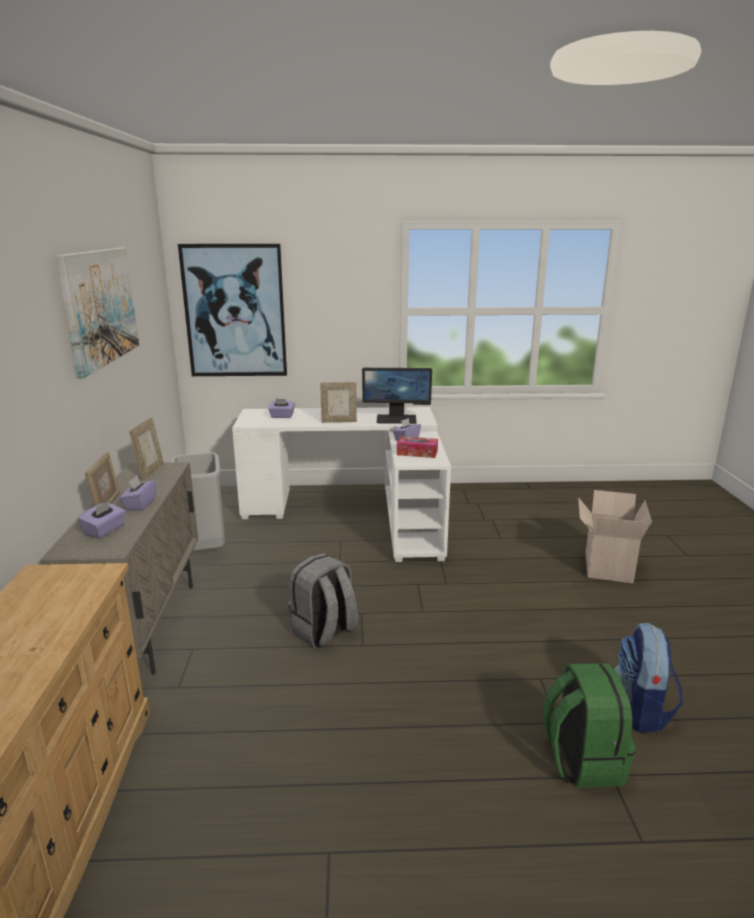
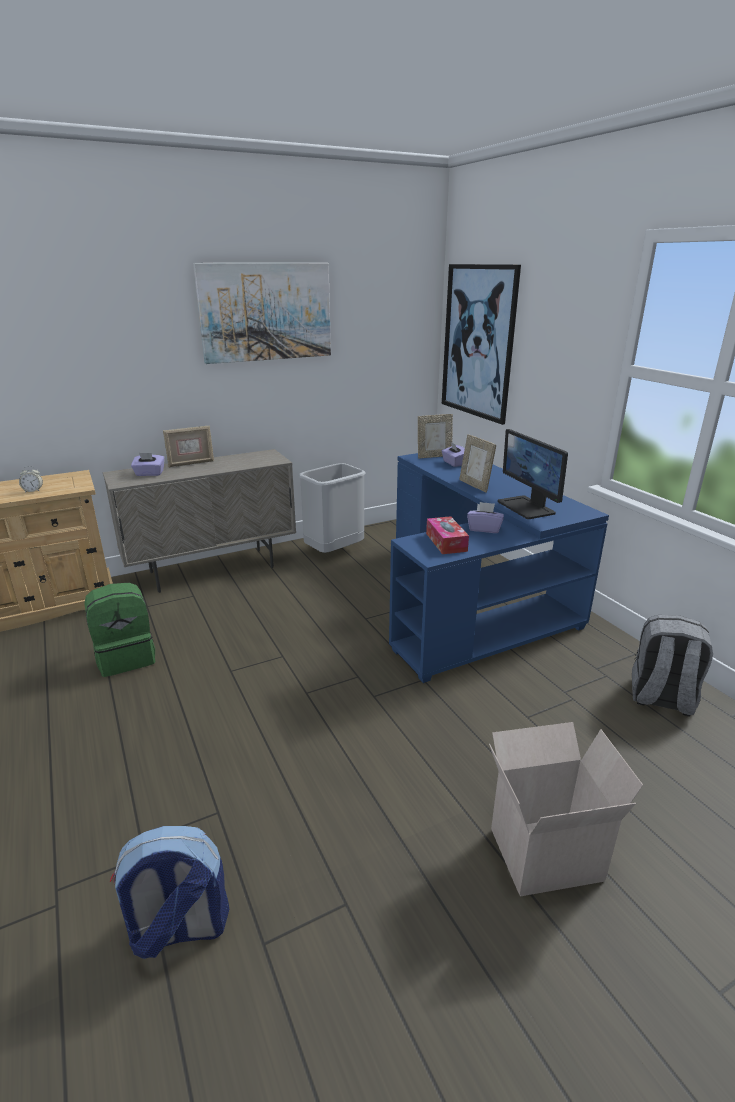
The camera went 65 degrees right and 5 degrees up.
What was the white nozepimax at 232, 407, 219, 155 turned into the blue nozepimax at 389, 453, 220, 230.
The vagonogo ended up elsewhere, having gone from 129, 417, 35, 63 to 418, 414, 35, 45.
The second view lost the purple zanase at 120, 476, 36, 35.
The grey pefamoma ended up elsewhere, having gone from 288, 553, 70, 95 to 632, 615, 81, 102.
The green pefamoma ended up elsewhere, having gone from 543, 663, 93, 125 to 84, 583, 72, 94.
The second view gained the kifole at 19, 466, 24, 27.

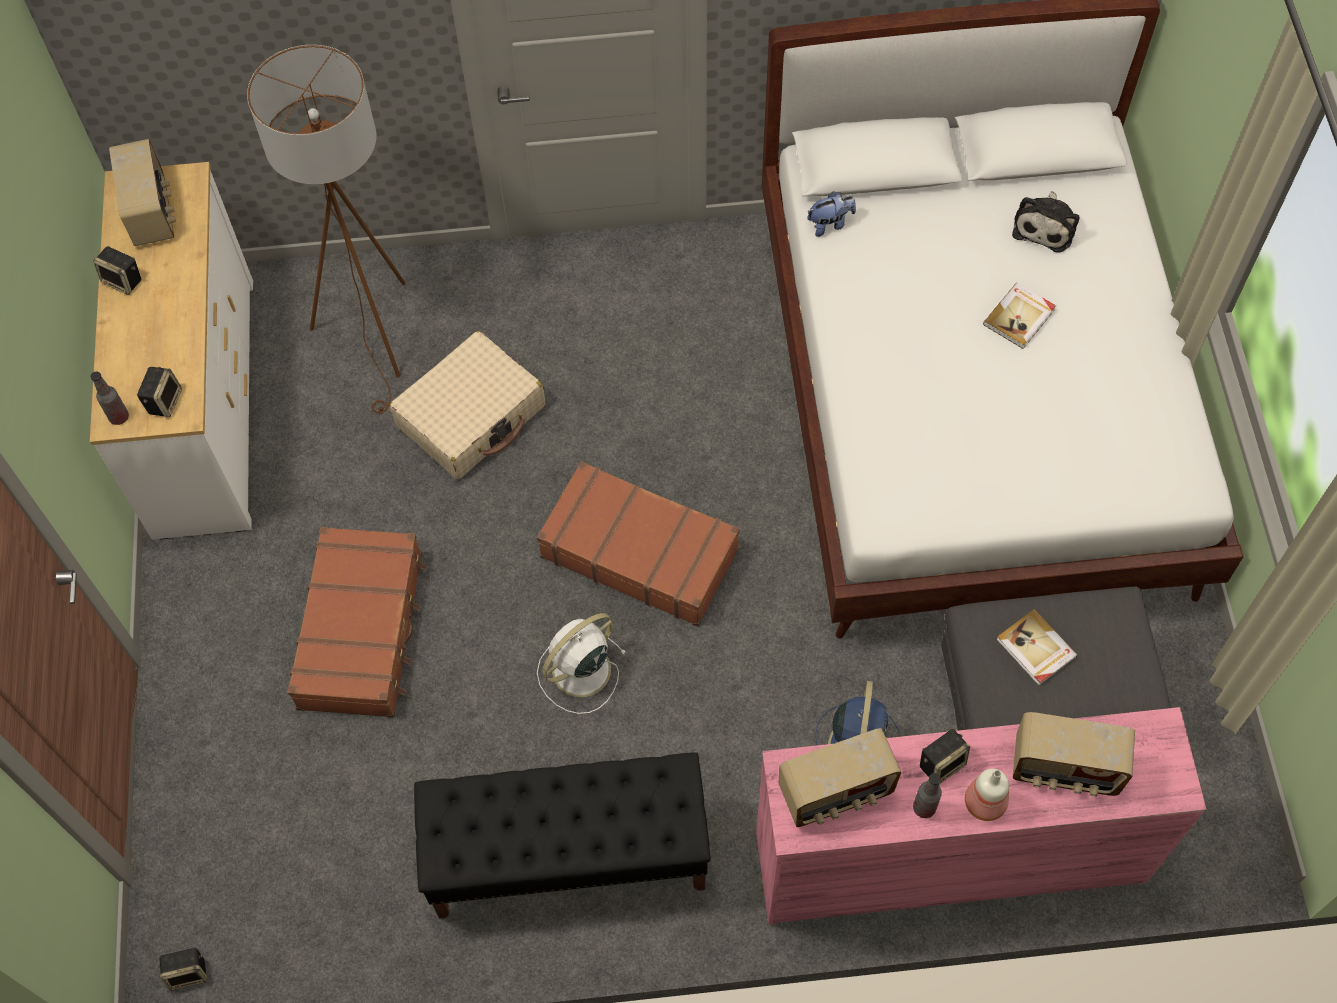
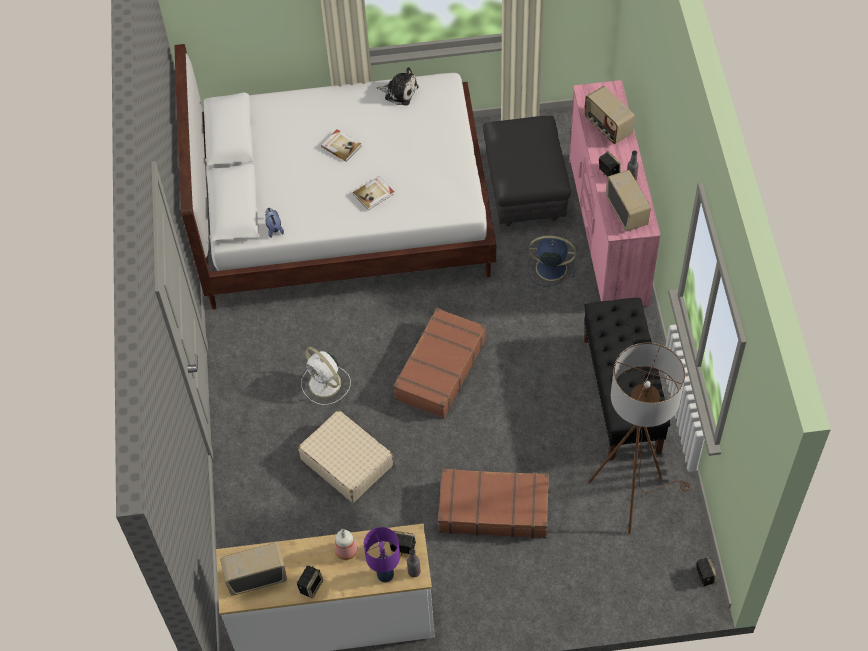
The camera went 90 degrees left and 5 degrees down.
The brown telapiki ended up elsewhere, having gone from 247, 45, 159, 369 to 588, 342, 102, 192.
The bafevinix ended up elsewhere, having gone from 1012, 191, 67, 61 to 376, 67, 42, 38.
The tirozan ended up elsewhere, having gone from 996, 609, 82, 77 to 353, 176, 41, 34.
The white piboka ended up elsewhere, having gone from 537, 613, 90, 101 to 301, 347, 50, 58.
The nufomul at 1012, 712, 123, 85 ended up facing another way, 135 degrees clockwise from before.
The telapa ended up elsewhere, having gone from 965, 769, 44, 52 to 334, 529, 24, 31.
The second view gained the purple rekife at 364, 527, 36, 55.

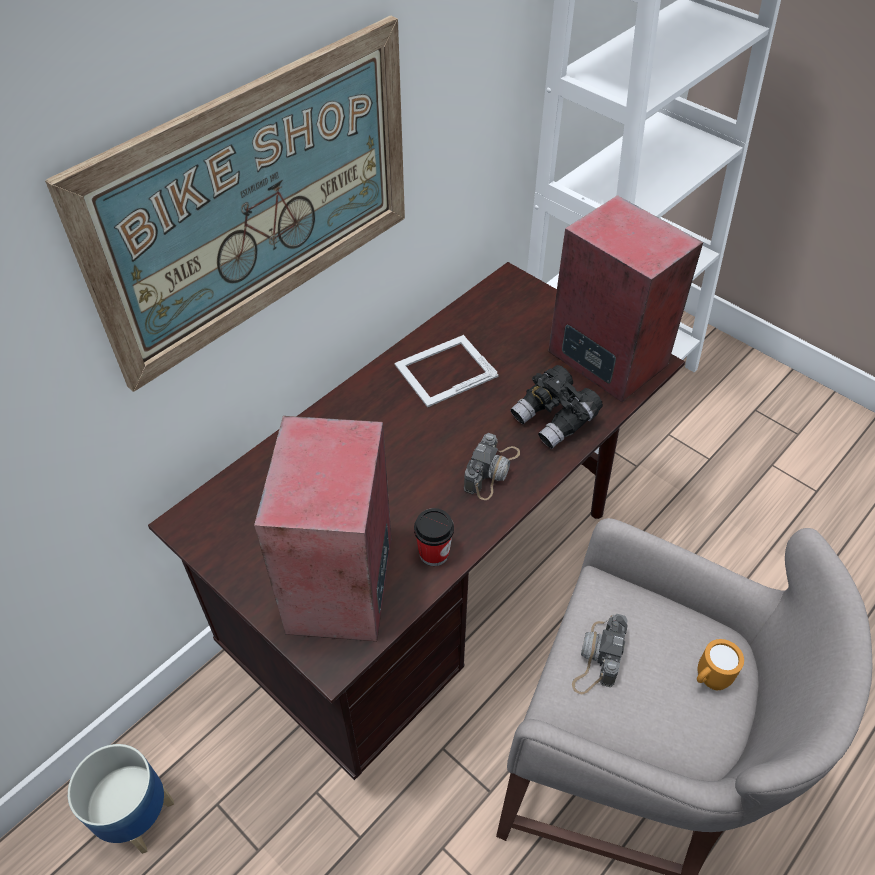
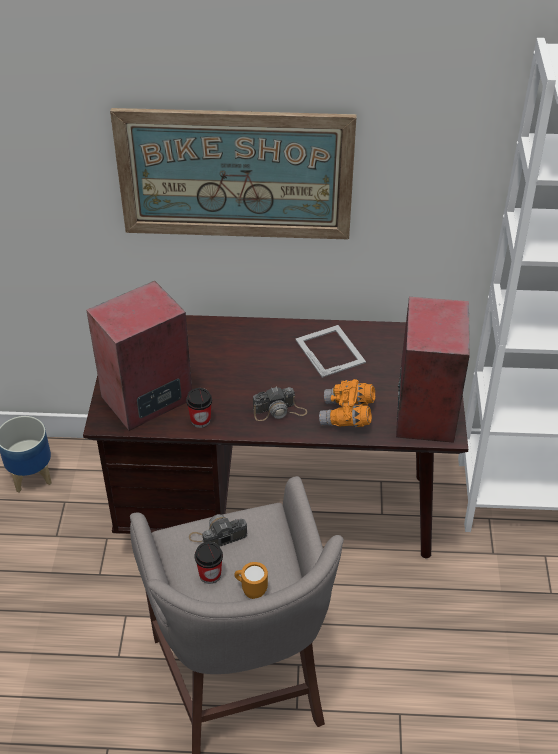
The camera went 50 degrees right and 5 degrees down.
The vagonogo at 394, 335, 105, 72 ended up facing another way, 45 degrees clockwise from before.
What was the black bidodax at 510, 365, 93, 84 turned into the orange bidodax at 319, 379, 56, 48.
The second view gained the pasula at 195, 542, 28, 42.

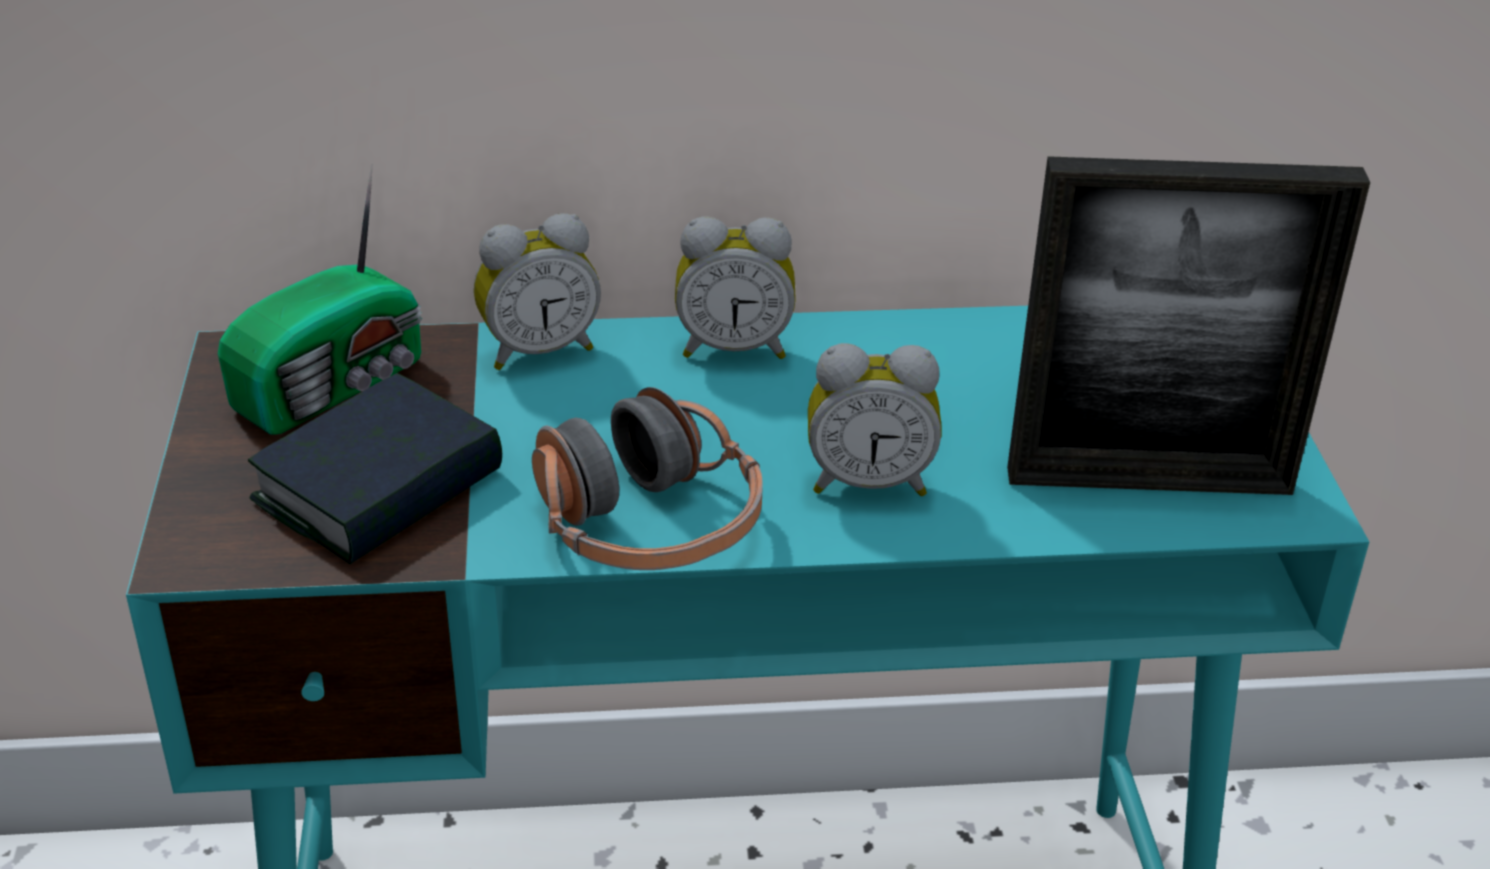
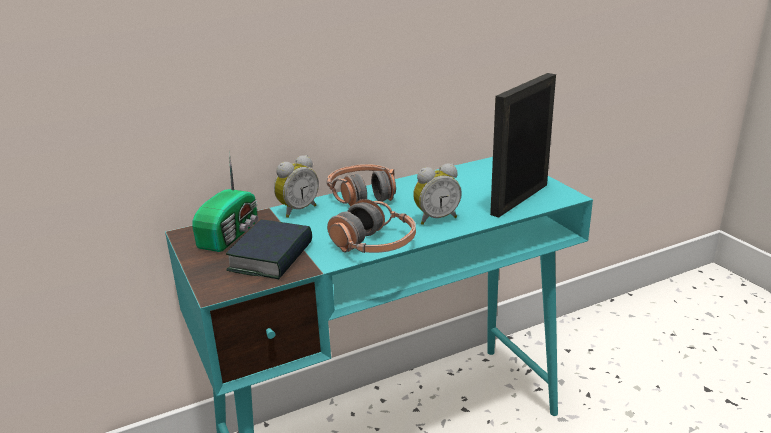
The camera went 20 degrees left and 10 degrees down.
The vagonogo at 1007, 156, 363, 339 ended up facing another way, 150 degrees clockwise from before.
Where the kifole stood at 675, 216, 121, 143, the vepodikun came to stand at 327, 164, 69, 42.

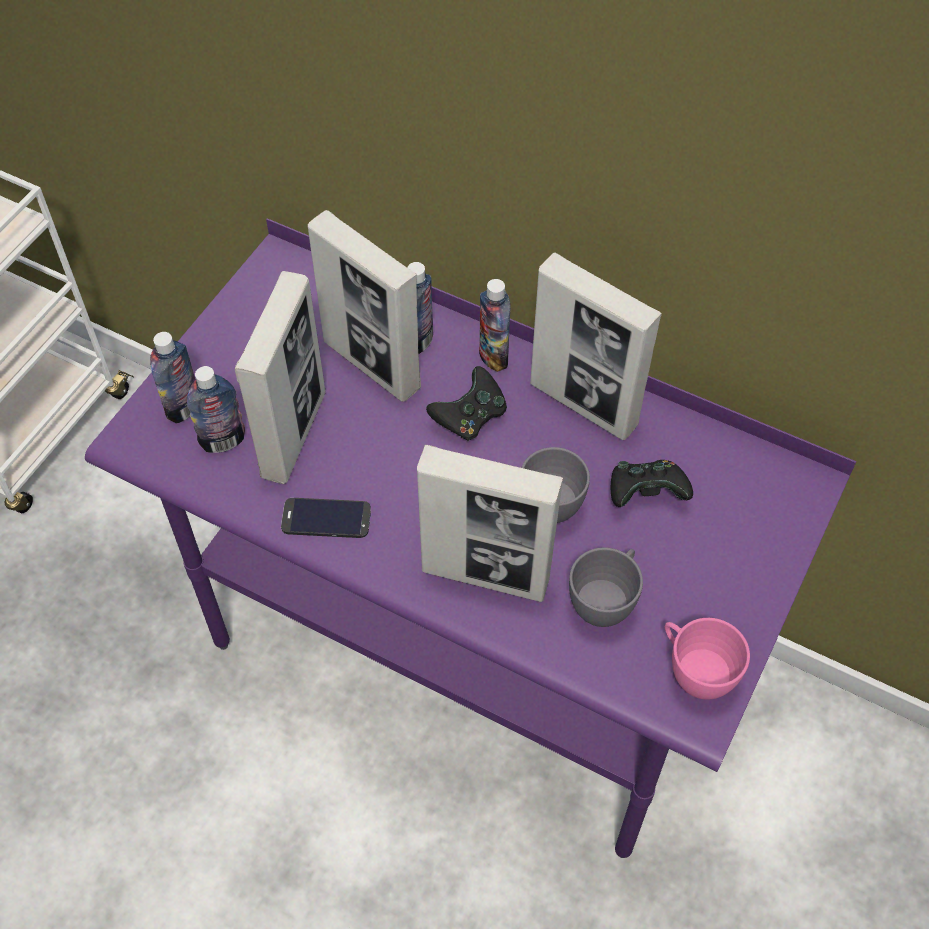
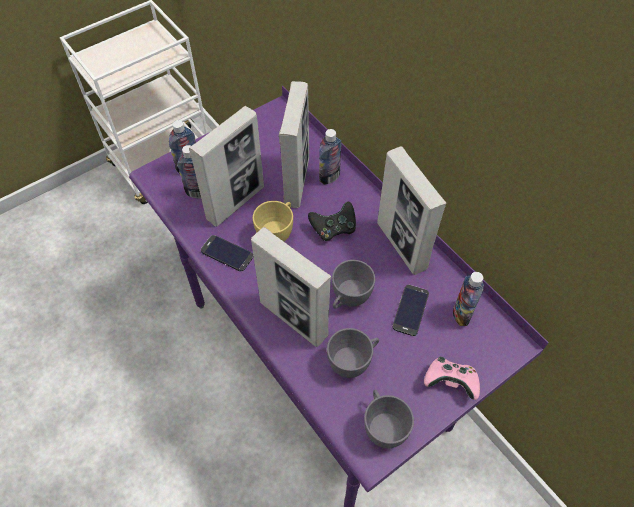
The camera went 25 degrees right and 0 degrees up.
The vagonogo at 308, 210, 113, 192 ended up facing another way, 150 degrees counterclockwise from before.
The telapa ended up elsewhere, having gone from 479, 279, 32, 93 to 453, 272, 31, 54.
Where the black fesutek stood at 611, 460, 82, 47, the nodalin came to stand at 393, 285, 36, 51.
What was the pink pasula at 665, 618, 85, 82 turned into the grey pasula at 364, 390, 50, 58.
The second view gained the yellow pasula at 253, 201, 40, 41.
The second view gained the pink fesutek at 424, 356, 56, 44.

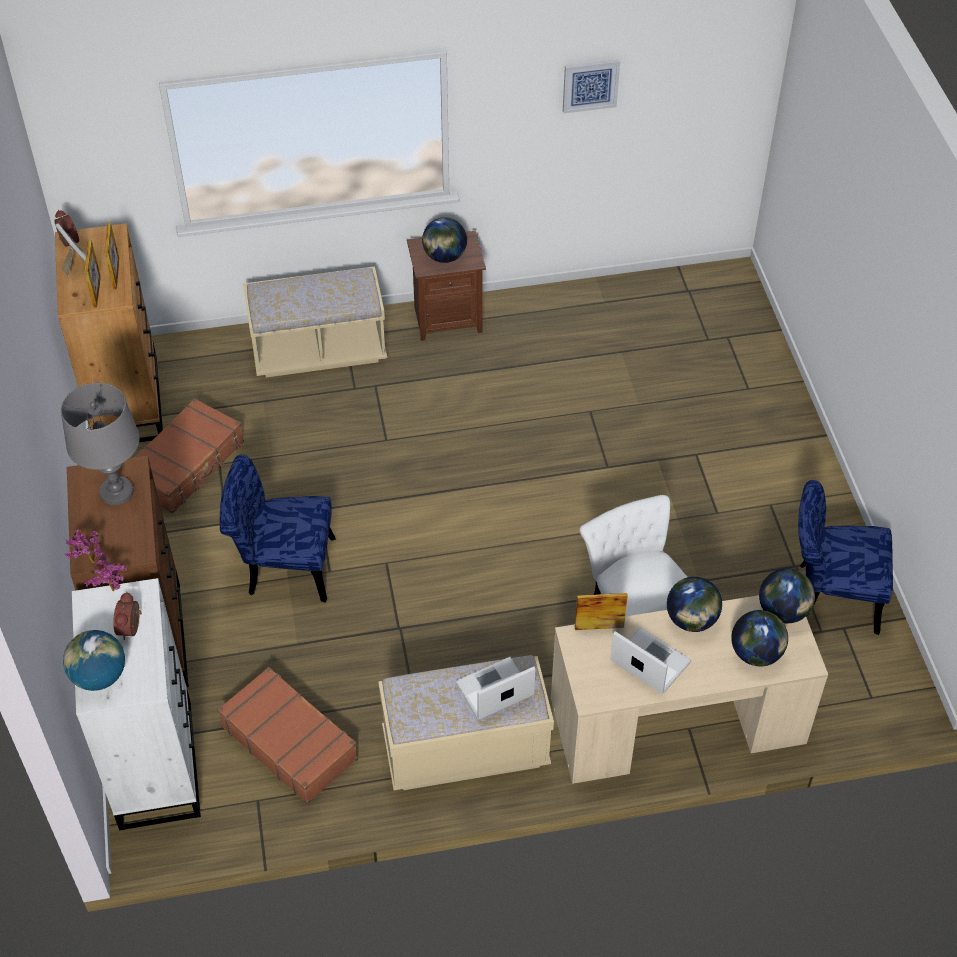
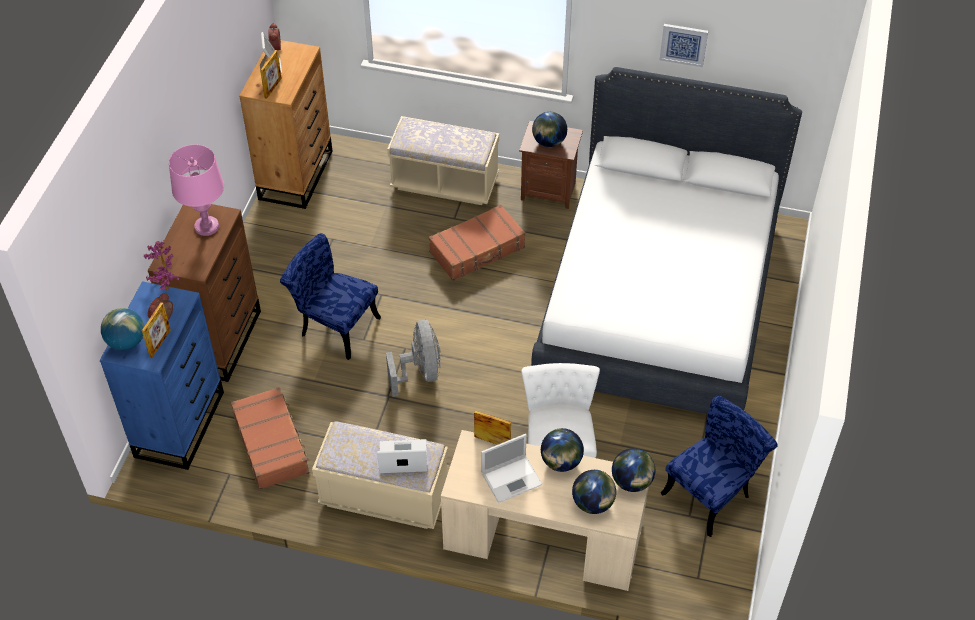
The camera went 25 degrees right and 0 degrees up.
The vagonogo ended up elsewhere, having gone from 105, 222, 14, 67 to 142, 302, 29, 56.
What was the grey rekife at 61, 383, 78, 122 turned into the pink rekife at 169, 145, 55, 91.
The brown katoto ended up elsewhere, having gone from 135, 398, 109, 115 to 429, 204, 96, 77.
The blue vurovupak at 798, 480, 95, 155 ended up facing another way, 105 degrees clockwise from before.
What was the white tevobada at 72, 578, 129, 252 turned into the blue tevobada at 100, 281, 124, 189.
The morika at 610, 627, 81, 67 ended up facing another way, 90 degrees clockwise from before.
The second view gained the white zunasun at 531, 67, 271, 347.
The second view gained the grey piboka at 386, 320, 55, 77.

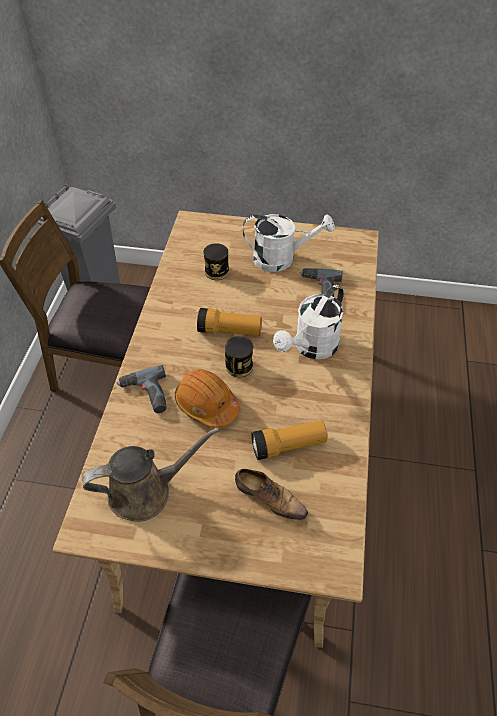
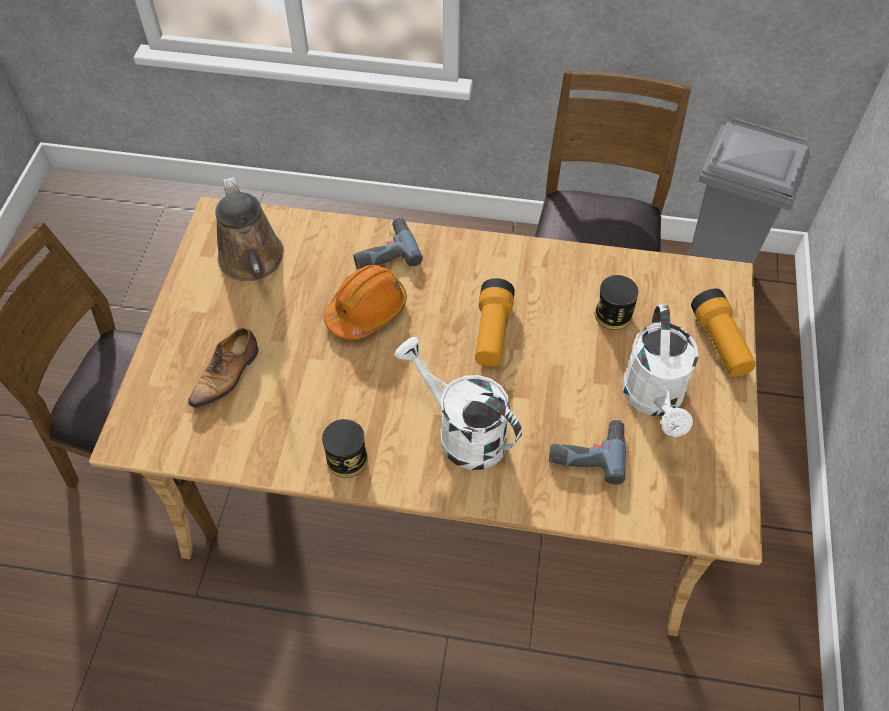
The camera went 90 degrees right and 5 degrees up.
The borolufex ended up elsewhere, having gone from 225, 336, 28, 41 to 322, 419, 46, 59.
The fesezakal ended up elsewhere, having gone from 251, 421, 77, 39 to 691, 289, 65, 88.

